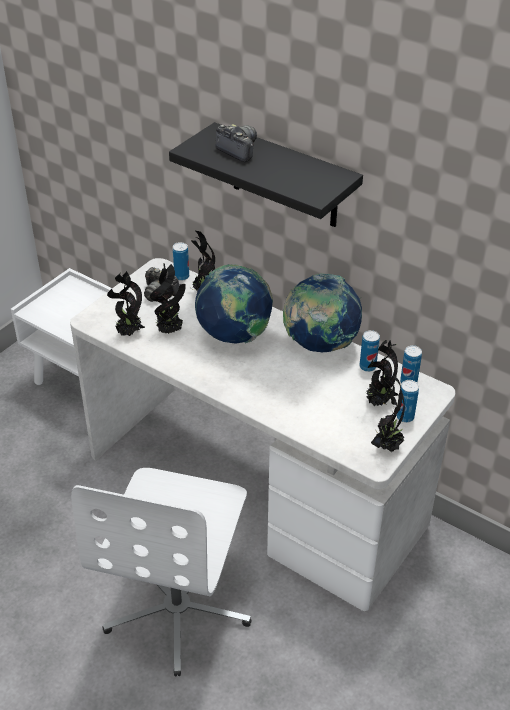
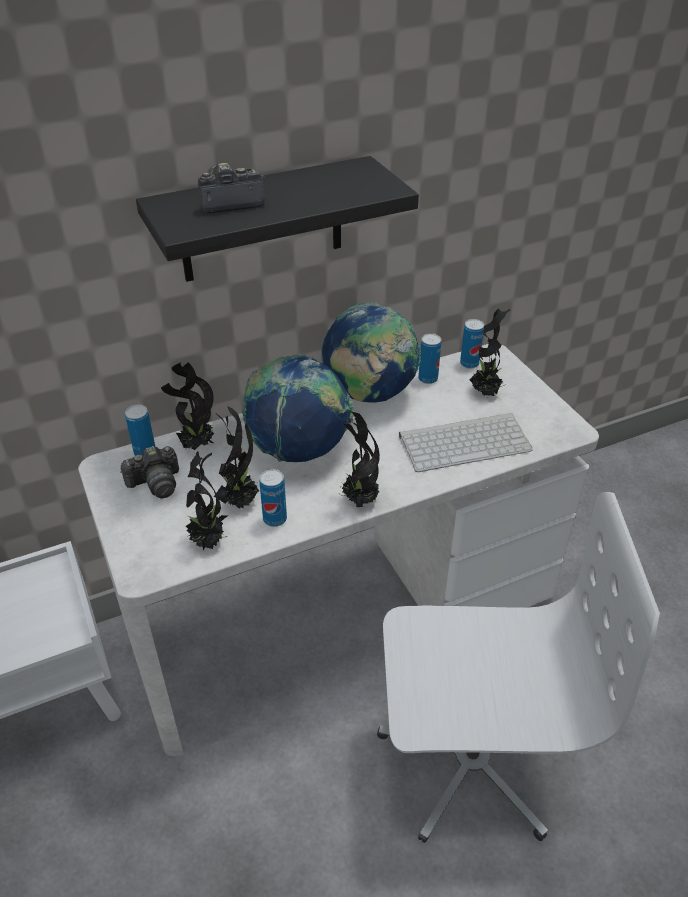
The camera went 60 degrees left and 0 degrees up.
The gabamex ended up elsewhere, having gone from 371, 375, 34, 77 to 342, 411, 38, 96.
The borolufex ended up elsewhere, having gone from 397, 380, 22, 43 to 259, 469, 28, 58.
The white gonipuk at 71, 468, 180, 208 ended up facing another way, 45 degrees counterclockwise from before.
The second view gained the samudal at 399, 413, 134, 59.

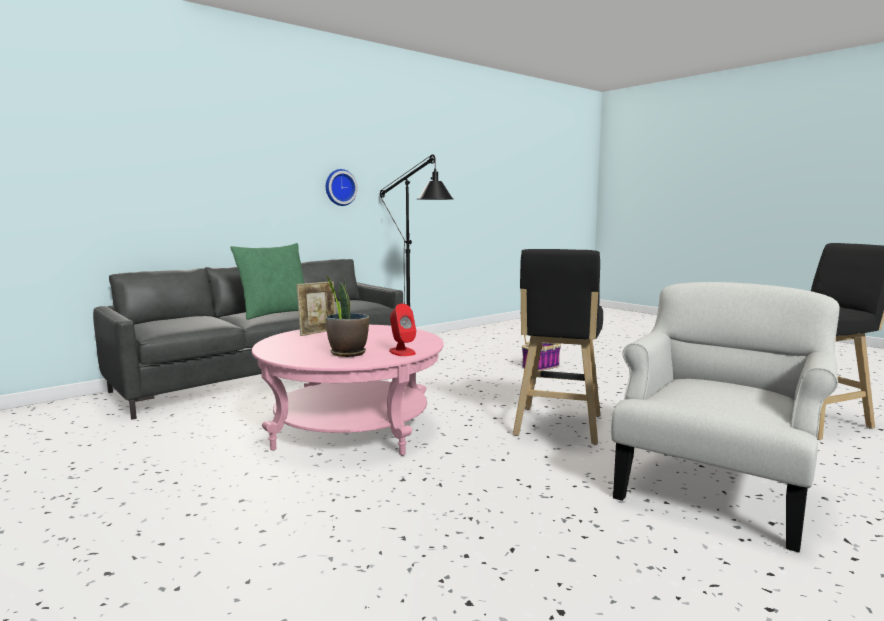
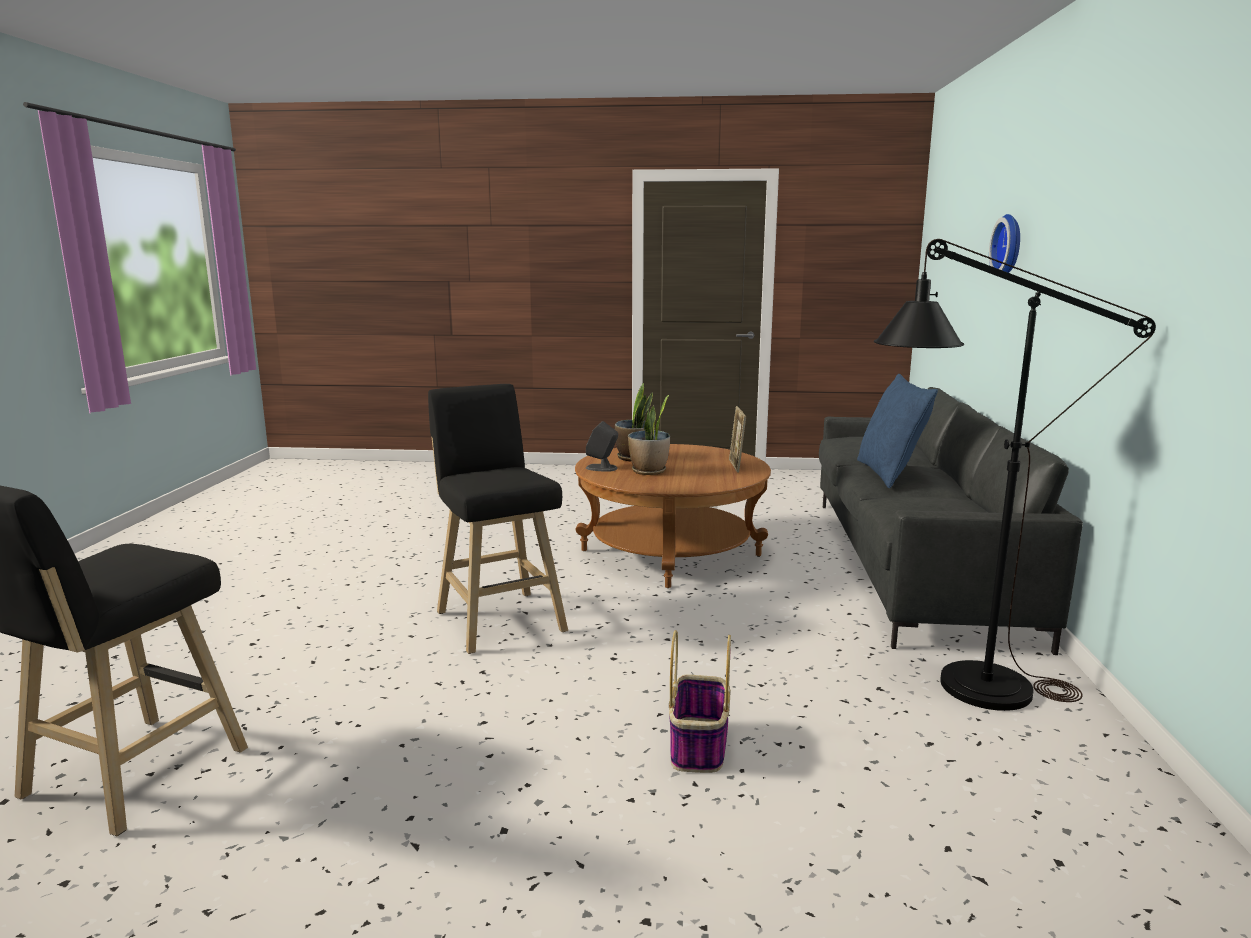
The camera went 135 degrees right and 5 degrees up.
The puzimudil ended up elsewhere, having gone from 326, 169, 32, 37 to 989, 214, 31, 59.
What was the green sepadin at 230, 243, 75, 77 turned into the blue sepadin at 857, 374, 81, 114.
The second view lost the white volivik at 611, 282, 229, 271.
What was the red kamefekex at 389, 304, 27, 52 turned into the grey kamefekex at 586, 421, 32, 51.
What was the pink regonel at 252, 325, 192, 131 turned into the brown regonel at 575, 444, 196, 144.
The second view gained the gabamex at 628, 395, 42, 80.

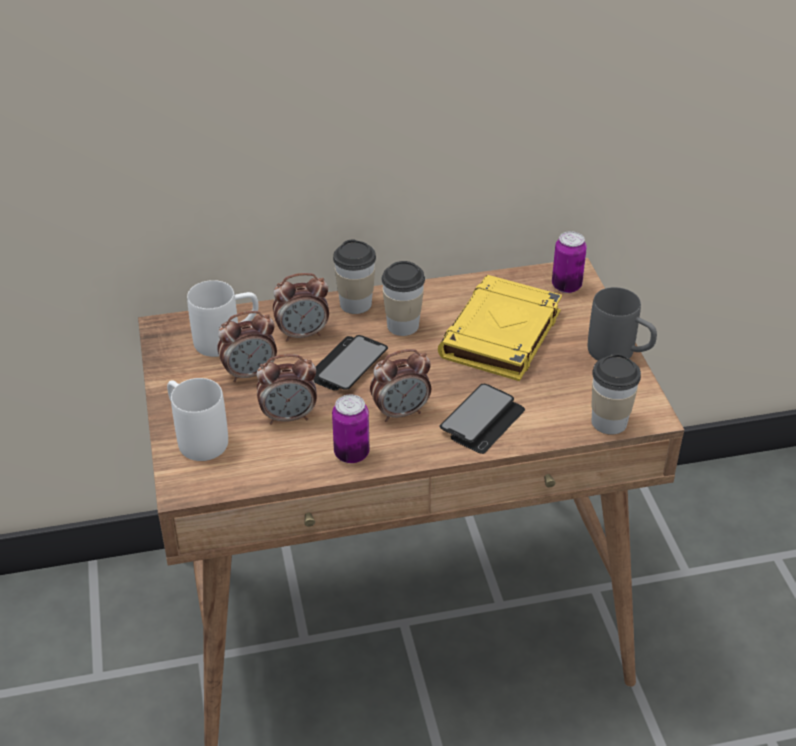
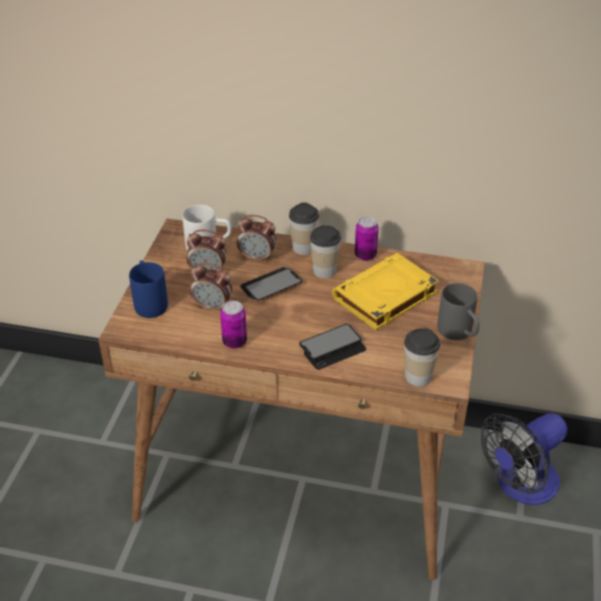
The camera went 25 degrees right and 0 degrees up.
The borolufex ended up elsewhere, having gone from 552, 231, 35, 62 to 355, 216, 24, 45.
The second view lost the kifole at 370, 349, 61, 73.
What was the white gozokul at 167, 378, 61, 83 turned into the blue gozokul at 129, 260, 39, 58.
The second view gained the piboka at 481, 413, 86, 92.

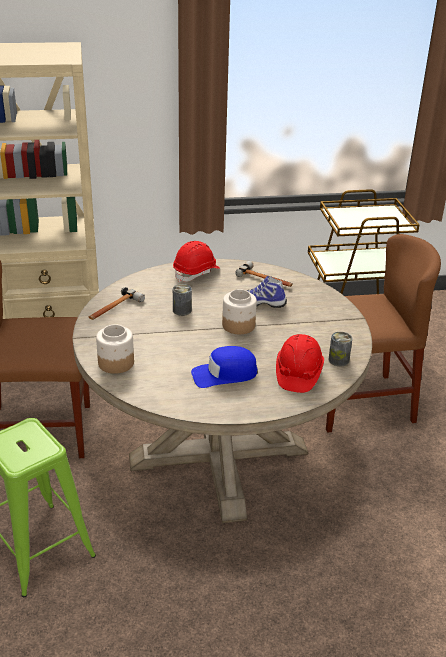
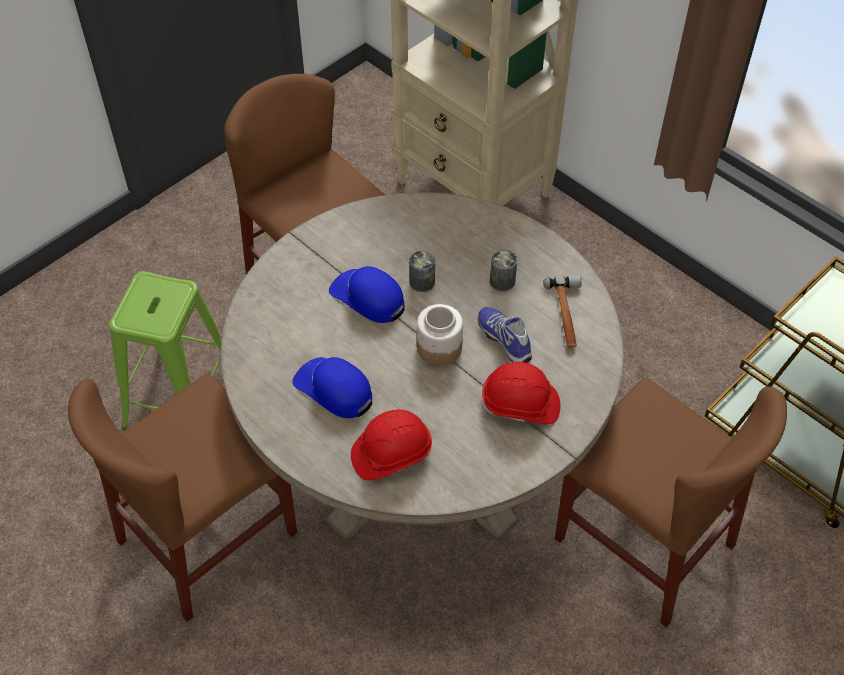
The camera went 55 degrees right and 20 degrees up.
The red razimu ended up elsewhere, having gone from 173, 241, 47, 41 to 480, 362, 80, 62.
The second view lost the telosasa at 89, 287, 56, 33.
The second view lost the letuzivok at 96, 324, 38, 50.
The borolufex ended up elsewhere, having gone from 329, 332, 23, 34 to 490, 249, 27, 43.
The second view gained the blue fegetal at 329, 266, 76, 57.
The second view gained the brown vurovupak at 68, 374, 229, 248.

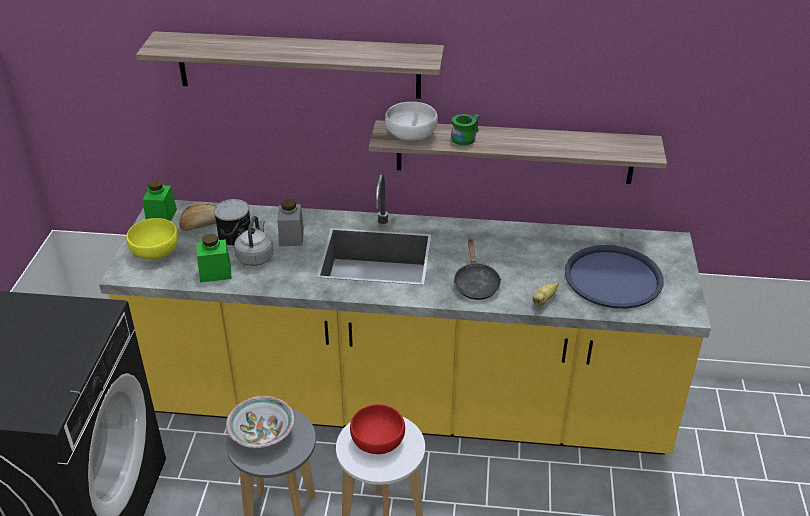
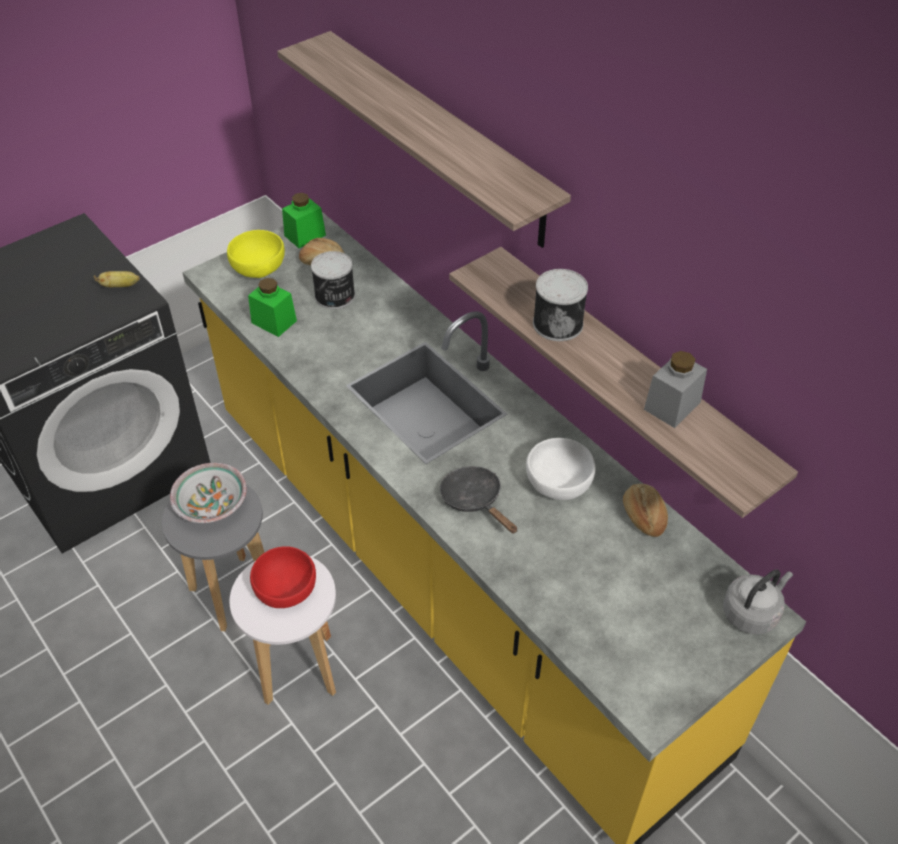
The camera went 45 degrees right and 10 degrees up.
The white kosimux ended up elsewhere, having gone from 385, 102, 53, 39 to 526, 438, 69, 62.
Where the green gozokul stood at 451, 114, 28, 31, the borolufex came to stand at 533, 269, 55, 72.
The grey letuzivok ended up elsewhere, having gone from 277, 199, 27, 47 to 644, 351, 63, 77.
The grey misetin ended up elsewhere, having gone from 234, 216, 40, 50 to 723, 569, 70, 65.
The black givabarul at 453, 238, 48, 62 ended up facing another way, 105 degrees clockwise from before.
The second view lost the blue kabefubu at 565, 245, 99, 64.
The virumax ended up elsewhere, having gone from 533, 282, 26, 24 to 94, 271, 46, 16.
The second view gained the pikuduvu at 623, 484, 45, 53.

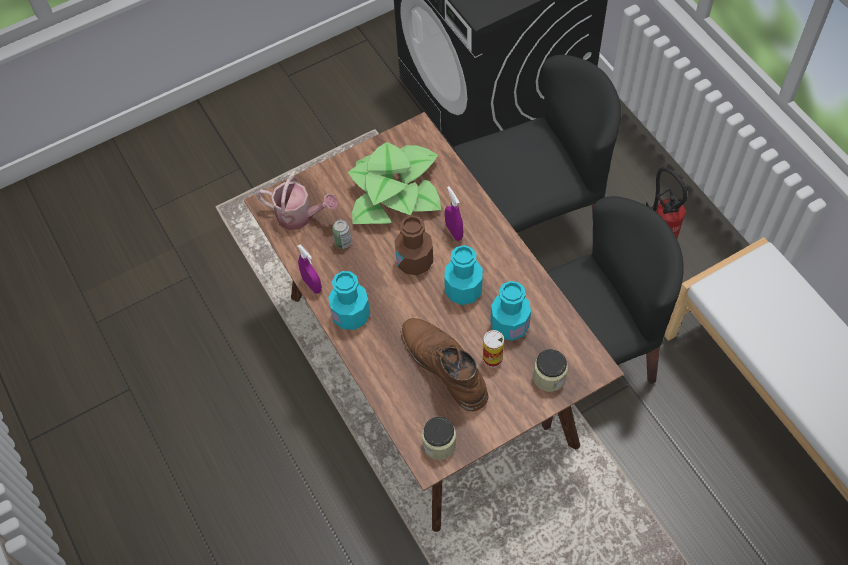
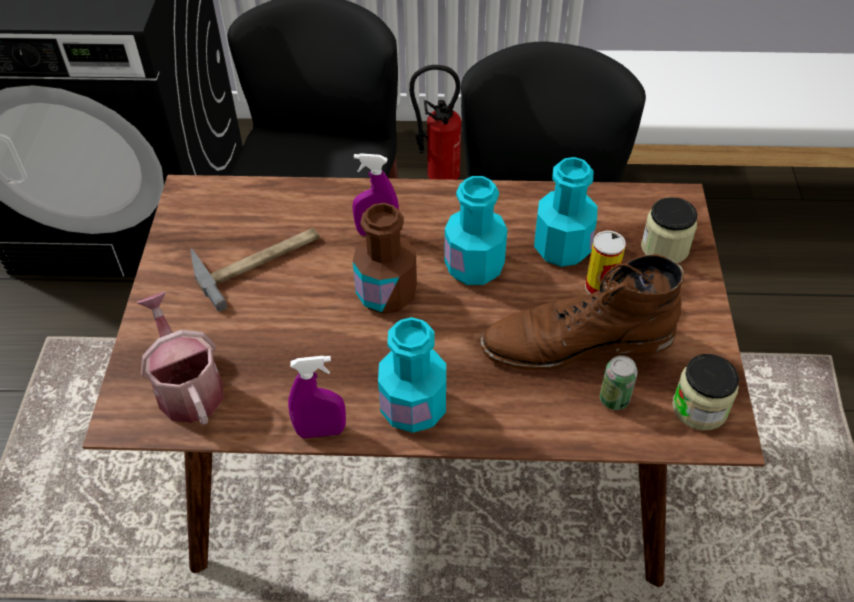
The camera went 60 degrees left and 10 degrees down.
Where the gabamex stood at 348, 142, 93, 82, the telosasa came to stand at 190, 228, 129, 84.
The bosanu at 256, 176, 82, 54 ended up facing another way, 75 degrees counterclockwise from before.
The borolufex ended up elsewhere, having gone from 332, 220, 20, 29 to 600, 355, 38, 55.

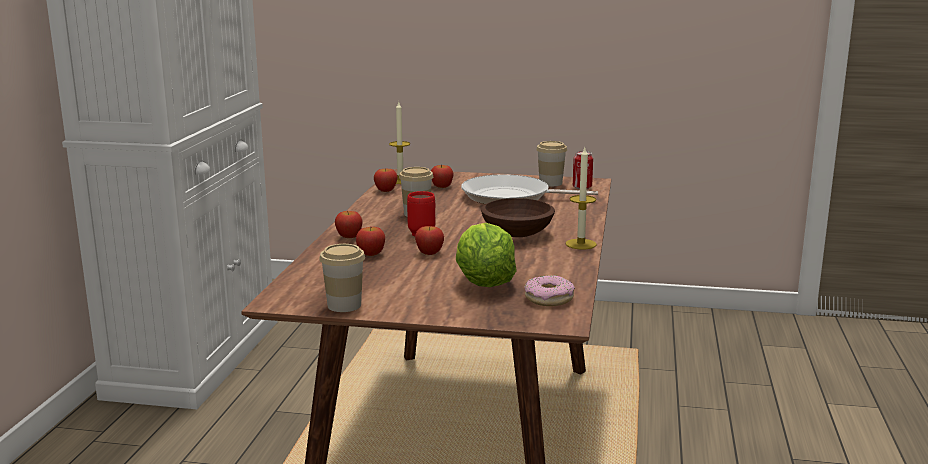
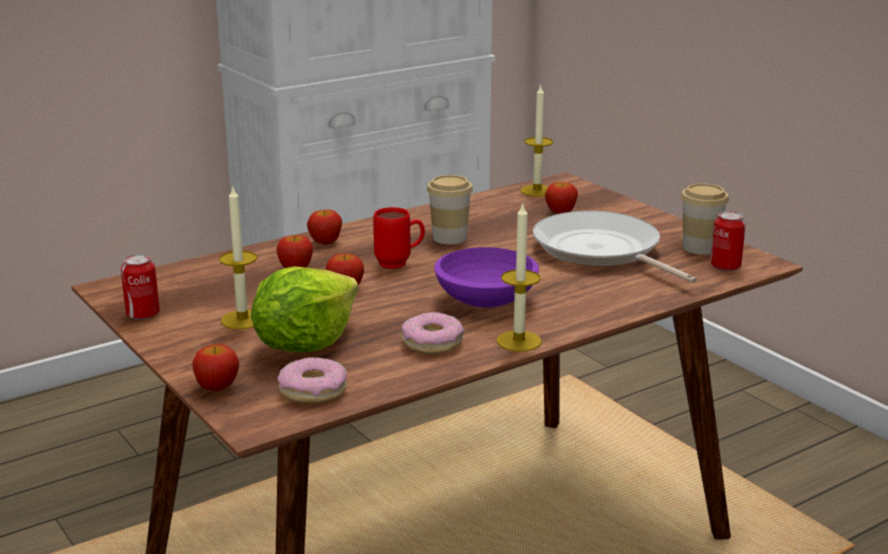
The camera went 45 degrees right and 5 degrees up.
The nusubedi ended up elsewhere, having gone from 374, 168, 23, 24 to 192, 344, 47, 47.
What was the brown kosimux at 481, 198, 74, 39 turned into the purple kosimux at 434, 247, 105, 61.
Where the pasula stood at 319, 244, 46, 68, the borolufex came to stand at 121, 254, 39, 66.
The second view gained the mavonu at 219, 187, 38, 142.
The second view gained the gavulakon at 401, 312, 63, 42.

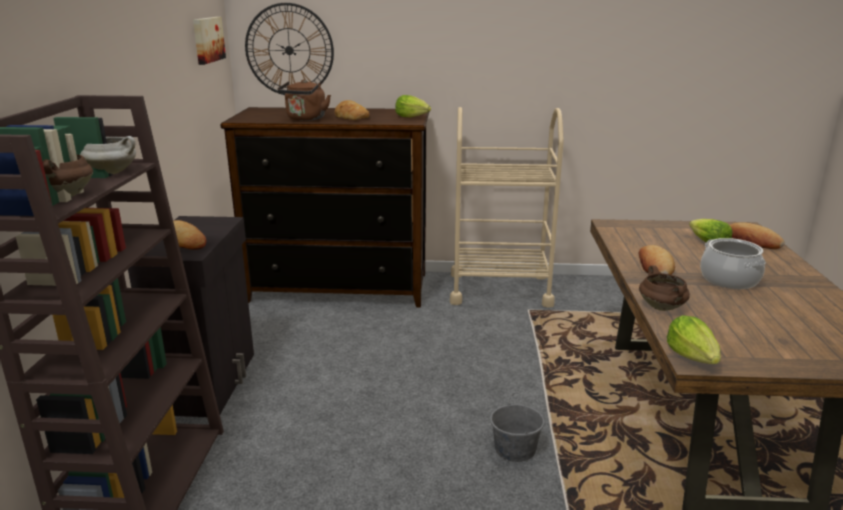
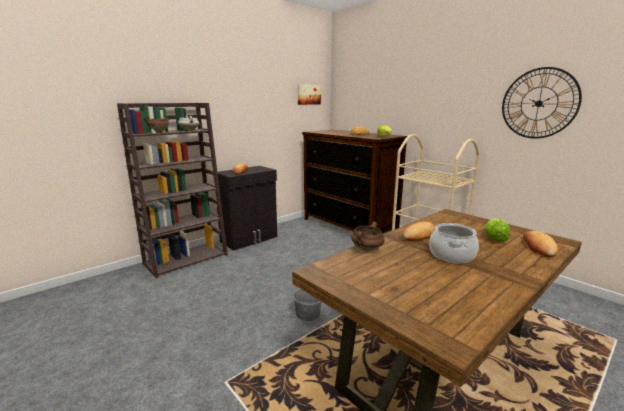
The camera went 45 degrees right and 5 degrees down.
The puzimudil ended up elsewhere, having gone from 245, 3, 89, 92 to 502, 67, 80, 72.
The second view lost the brown misetin at 277, 79, 54, 42.
The second view lost the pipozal at 667, 315, 54, 49.

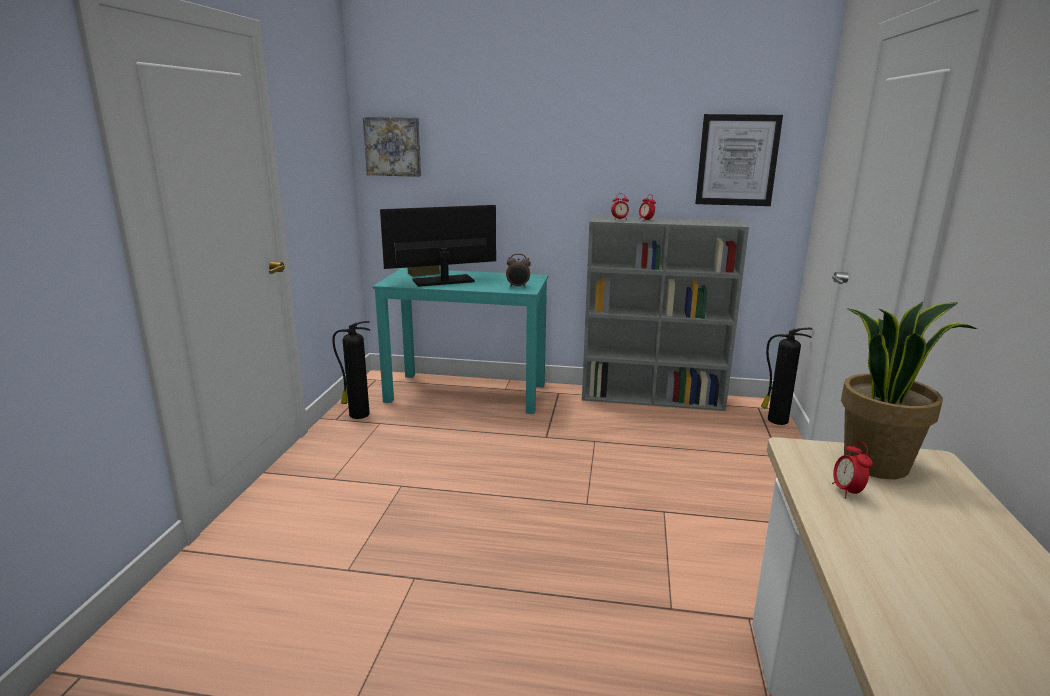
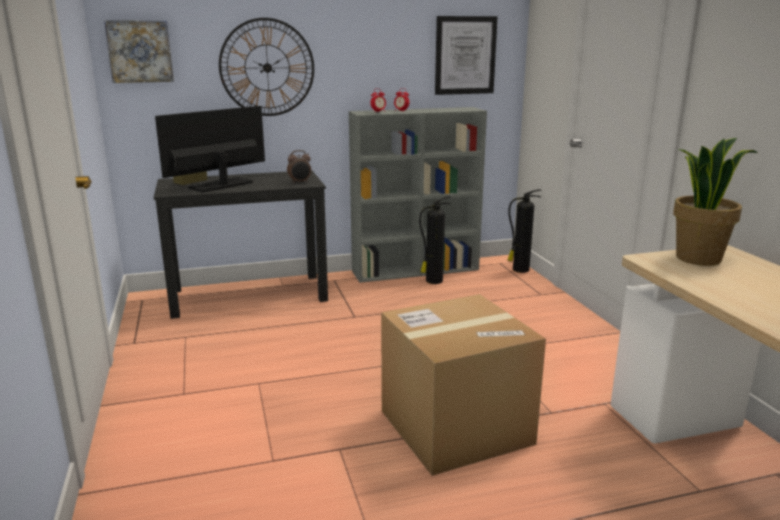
The camera went 25 degrees left and 0 degrees up.
What was the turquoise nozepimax at 373, 268, 175, 146 turned into the black nozepimax at 154, 170, 174, 149.
The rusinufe ended up elsewhere, having gone from 332, 321, 39, 98 to 419, 196, 32, 88.
The second view lost the kifole at 832, 441, 41, 57.
The second view gained the puzimudil at 219, 18, 95, 98.
The second view gained the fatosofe at 381, 294, 165, 182.

